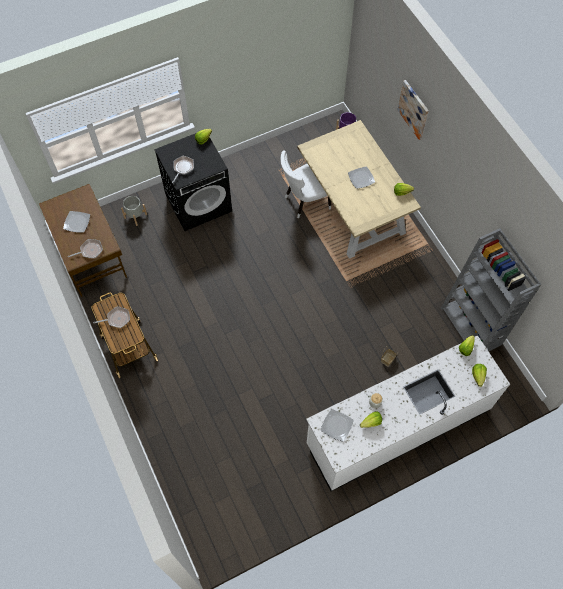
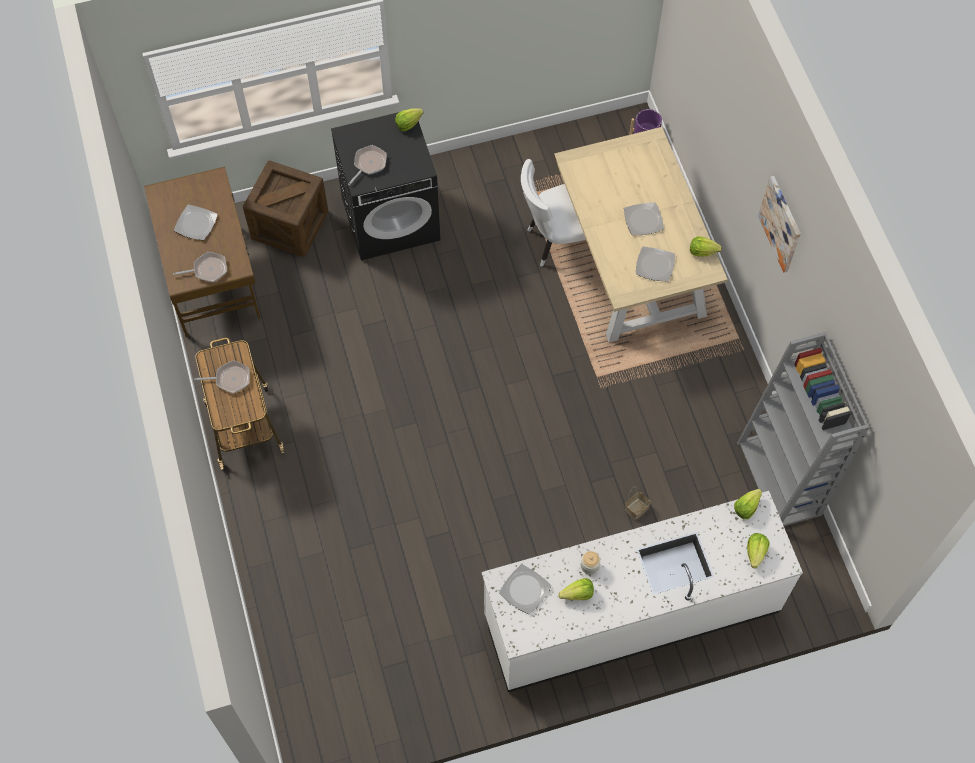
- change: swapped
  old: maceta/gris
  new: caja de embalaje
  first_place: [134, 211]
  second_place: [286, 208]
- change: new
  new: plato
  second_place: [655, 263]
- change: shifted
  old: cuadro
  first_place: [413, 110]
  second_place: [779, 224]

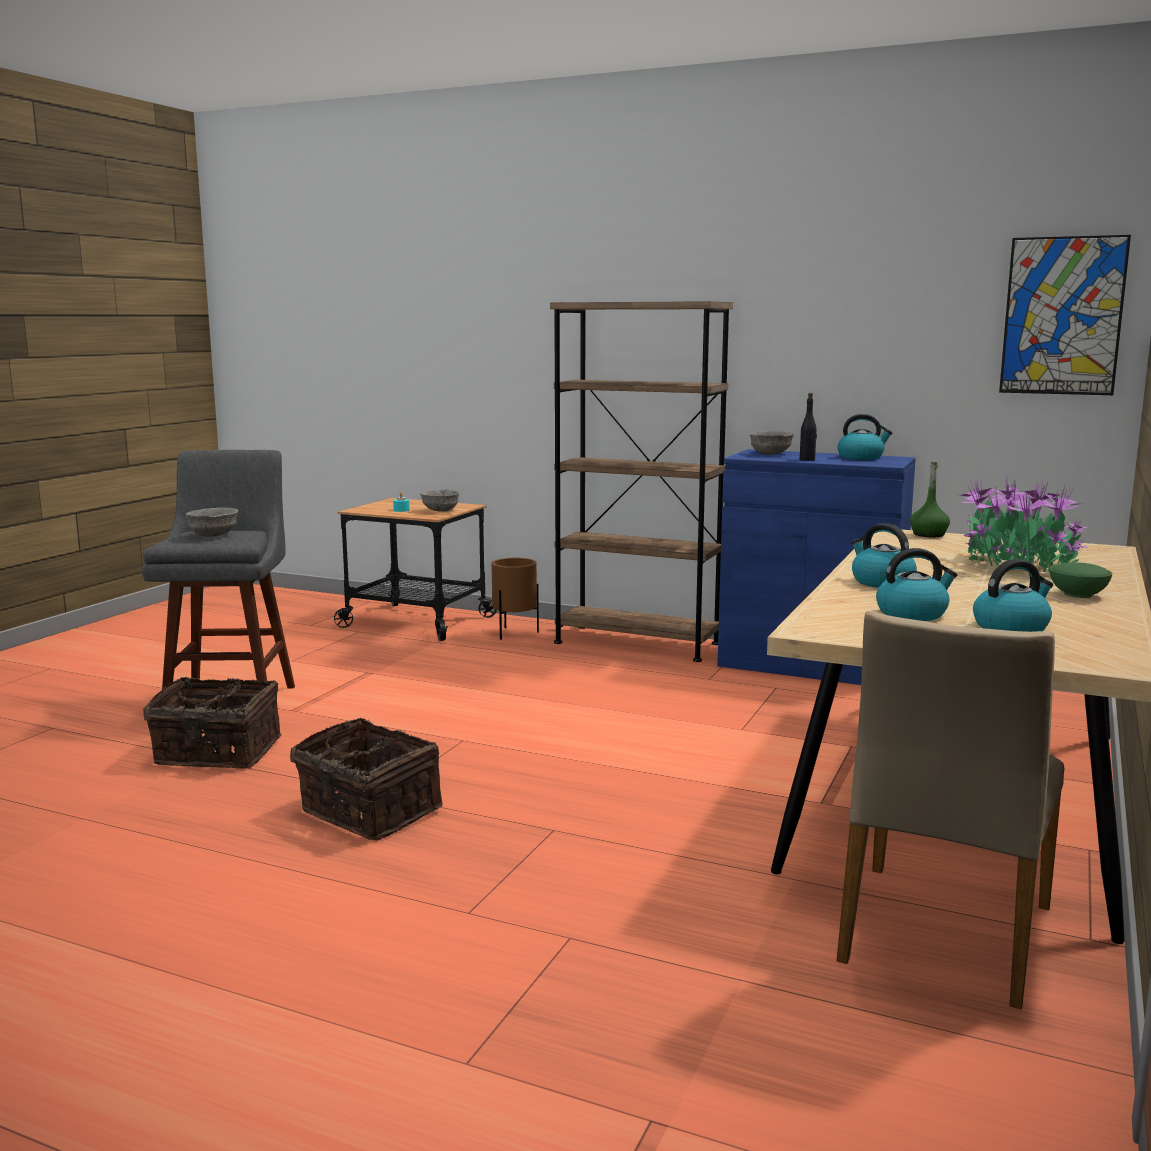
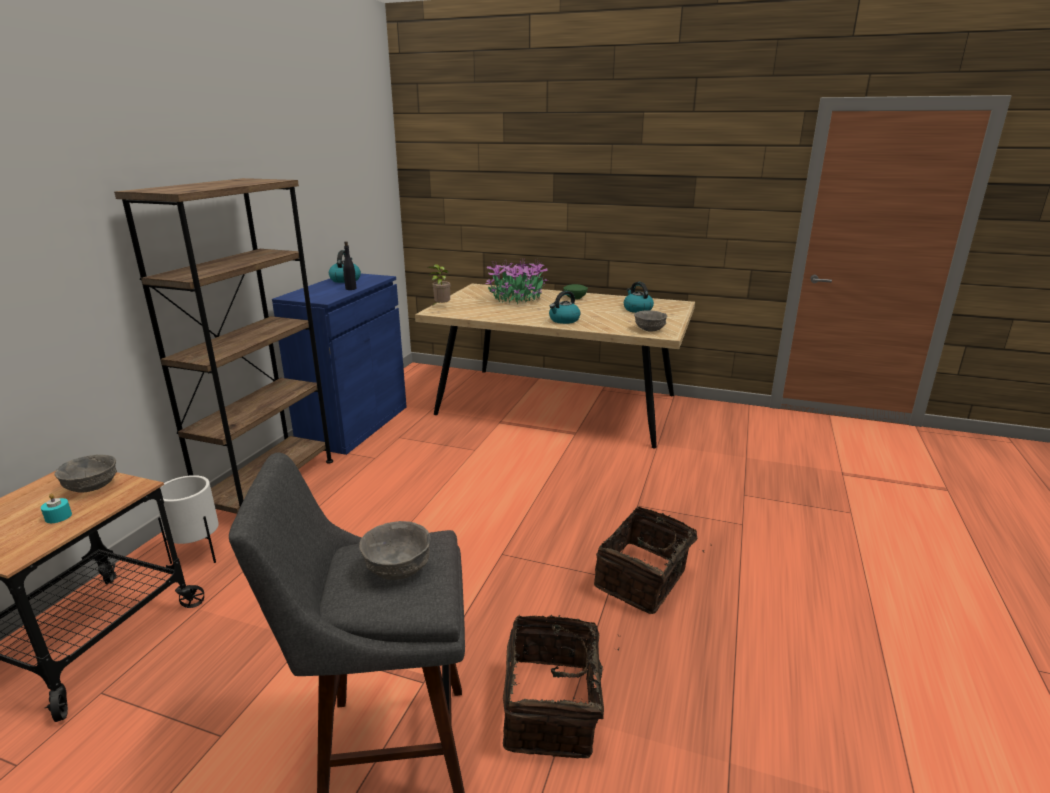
- change: repainted
  old: maceta/marrón
  new: maceta/blanco
  first_place: [515, 599]
  second_place: [187, 519]
- change: swapped
  old: botella/verde
  new: planta en maceta
  first_place: [930, 499]
  second_place: [439, 285]
- change: shifted
  old: cuenco/gris
  first_place: [772, 443]
  second_place: [650, 321]
- change: gone
  old: silla/beis
  first_place: [950, 810]
- change: gone
  old: hervidor
  first_place: [916, 584]
- change: gone
  old: cuadro
  first_place: [1065, 315]

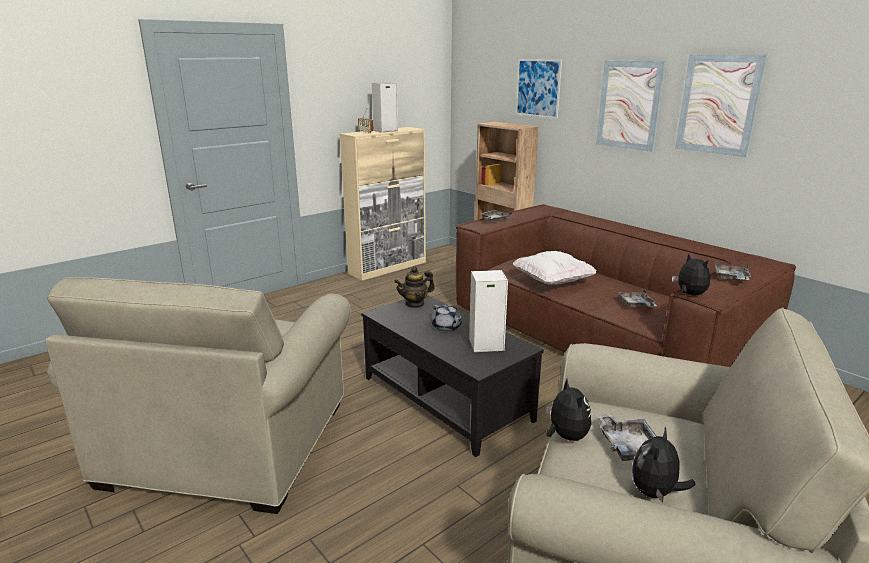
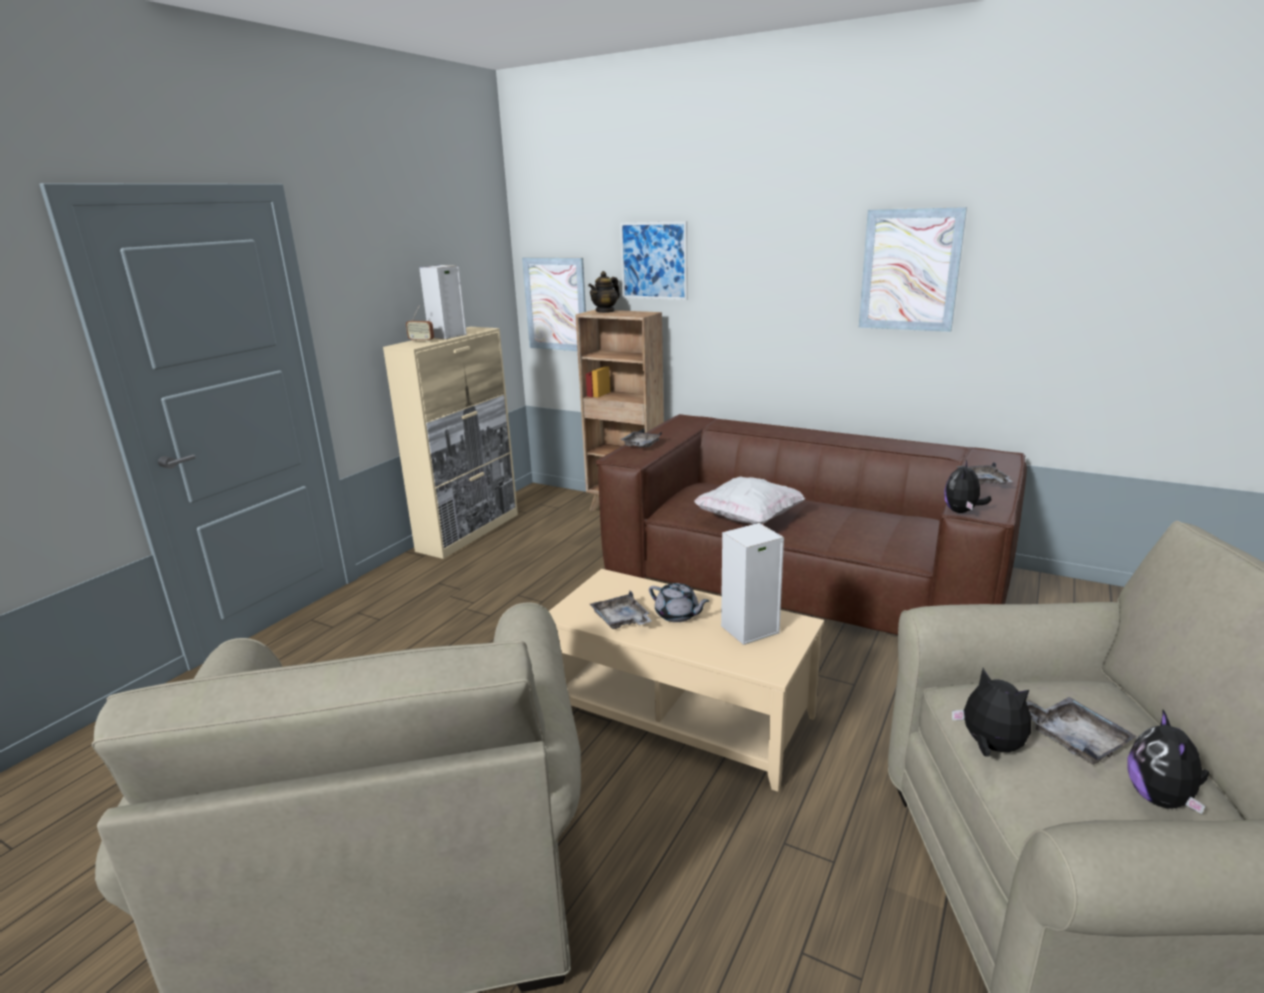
- change: shifted
  old: cuadro
  first_place: [631, 106]
  second_place: [554, 304]
- change: repainted
  old: mesa de centro/negro
  new: mesa de centro/beis
  first_place: [452, 376]
  second_place: [686, 680]
- change: shifted
  old: tetera
  first_place: [414, 287]
  second_place: [604, 292]
- change: shifted
  old: bandeja/gris
  first_place: [637, 298]
  second_place: [621, 610]
- change: rotated
  old: peluche
  first_place: [691, 275]
  second_place: [967, 486]
  degrees: -105

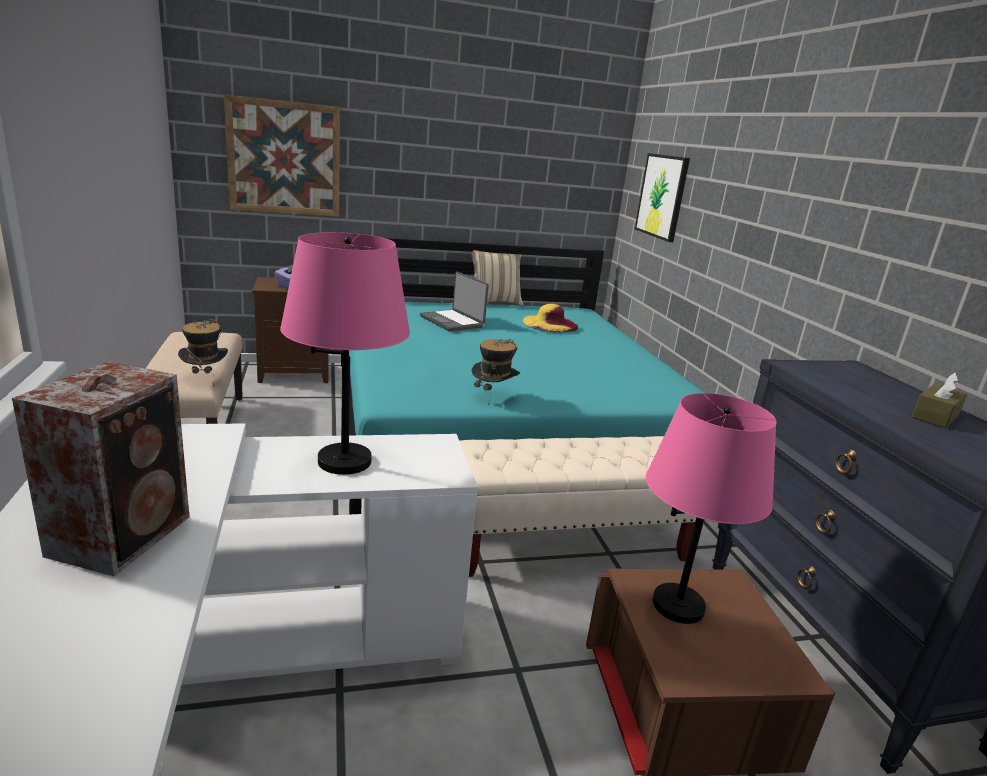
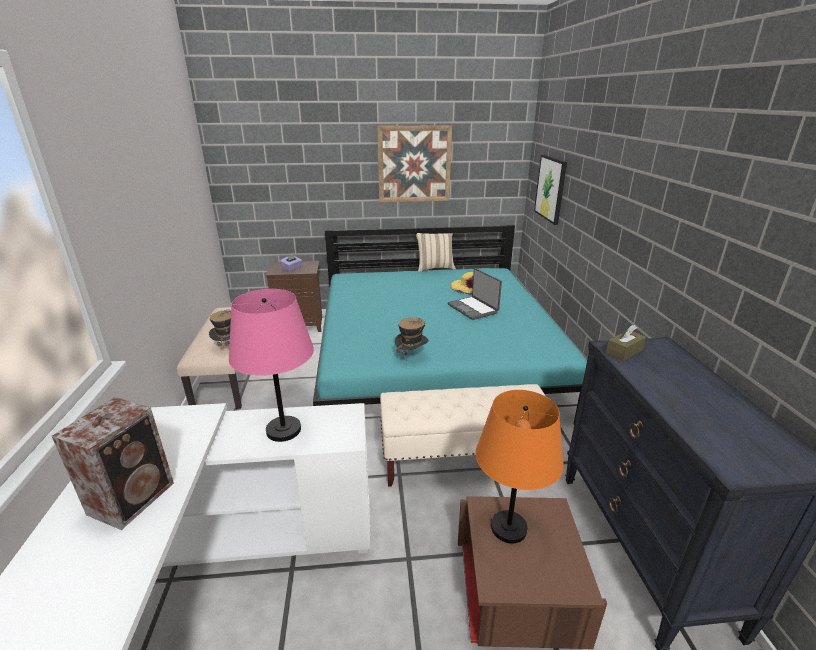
- change: shifted
  old: cuadro
  first_place: [282, 155]
  second_place: [414, 163]
- change: shifted
  old: portátil
  first_place: [454, 301]
  second_place: [475, 294]
- change: repainted
  old: lámpara de mesa/rosa
  new: lámpara de mesa/naranja
  first_place: [711, 508]
  second_place: [519, 467]
- change: shifted
  old: caja de pañuelos/marrón
  first_place: [939, 400]
  second_place: [626, 343]

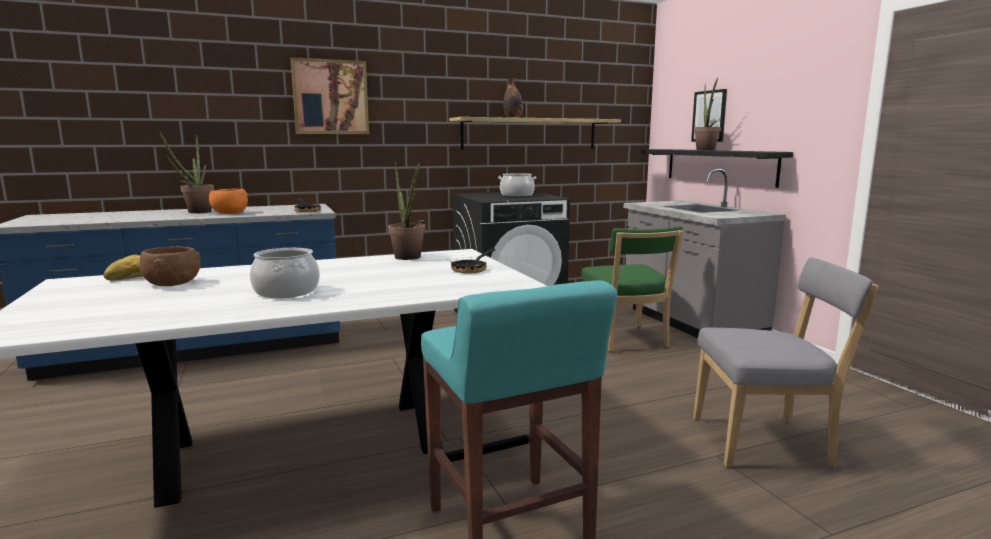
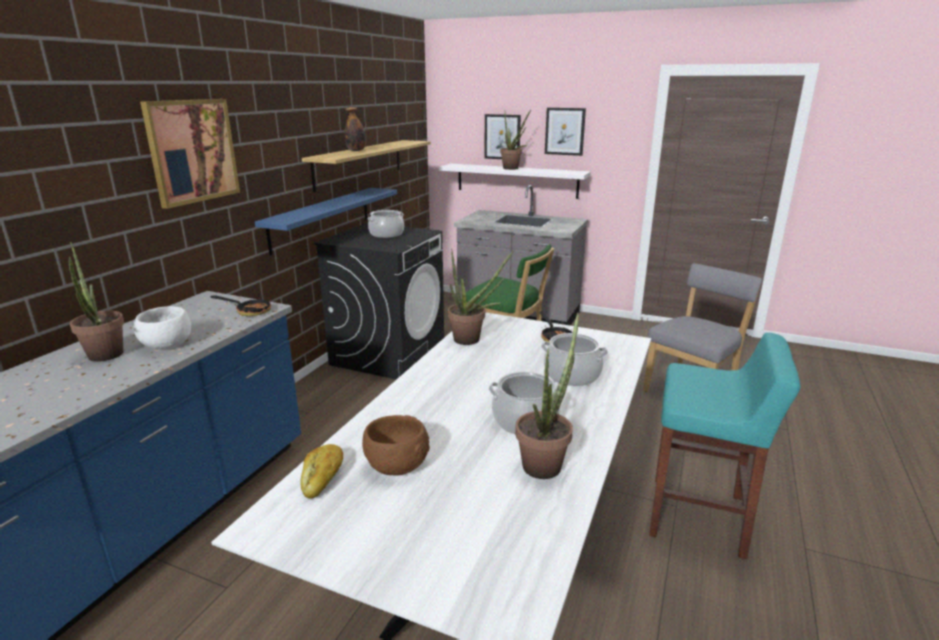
- change: repainted
  old: cuenco/naranja
  new: cuenco/blanco
  first_place: [228, 201]
  second_place: [161, 327]
- change: new
  new: estante/azul
  second_place: [326, 222]
- change: repainted
  old: estante/negro
  new: estante/blanco
  first_place: [717, 168]
  second_place: [515, 181]
- change: new
  new: planta en maceta
  second_place: [547, 395]
- change: new
  new: olla
  second_place: [574, 359]
- change: new
  new: cuadro
  second_place: [565, 132]

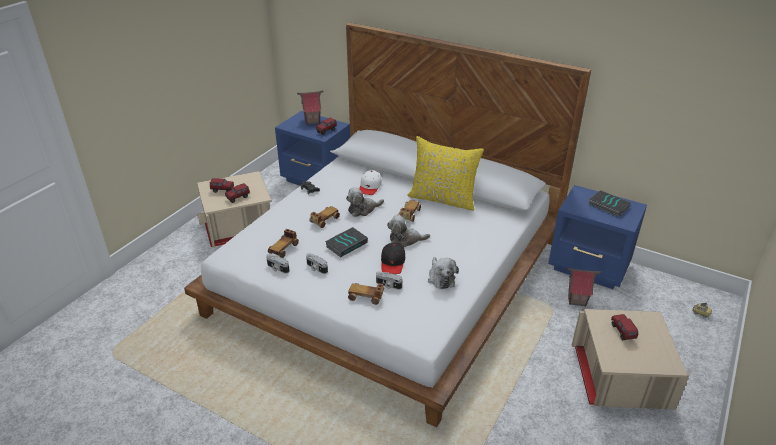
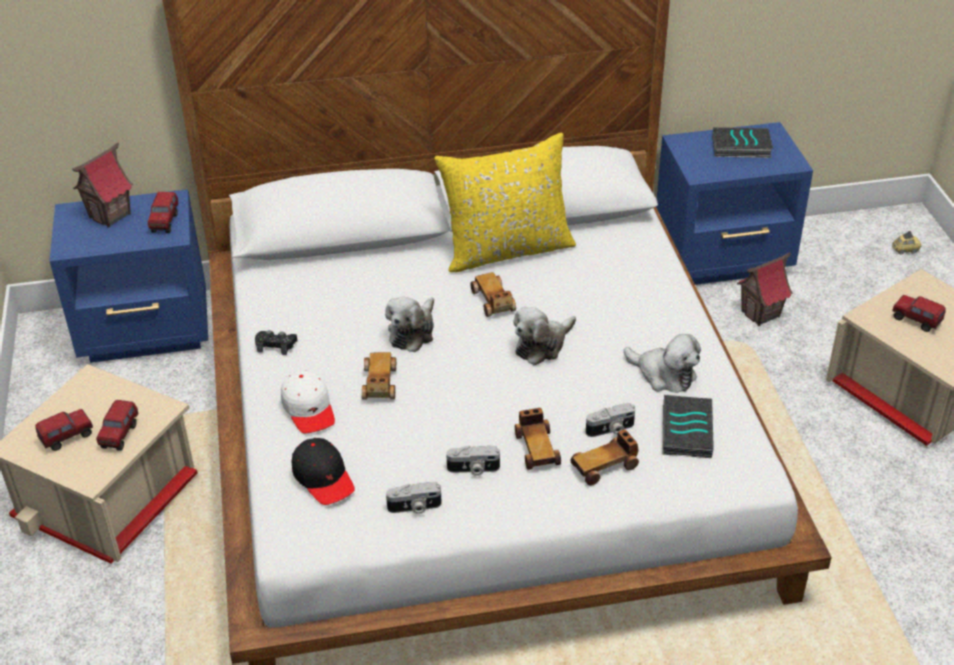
- change: shifted
  old: gorra/blanco
  first_place: [370, 182]
  second_place: [308, 402]
- change: shifted
  old: gorra/negro
  first_place: [393, 258]
  second_place: [323, 471]
- change: shifted
  old: coche de juguete
  first_place: [283, 243]
  second_place: [538, 439]
- change: shifted
  old: libro
  first_place: [346, 242]
  second_place: [688, 426]

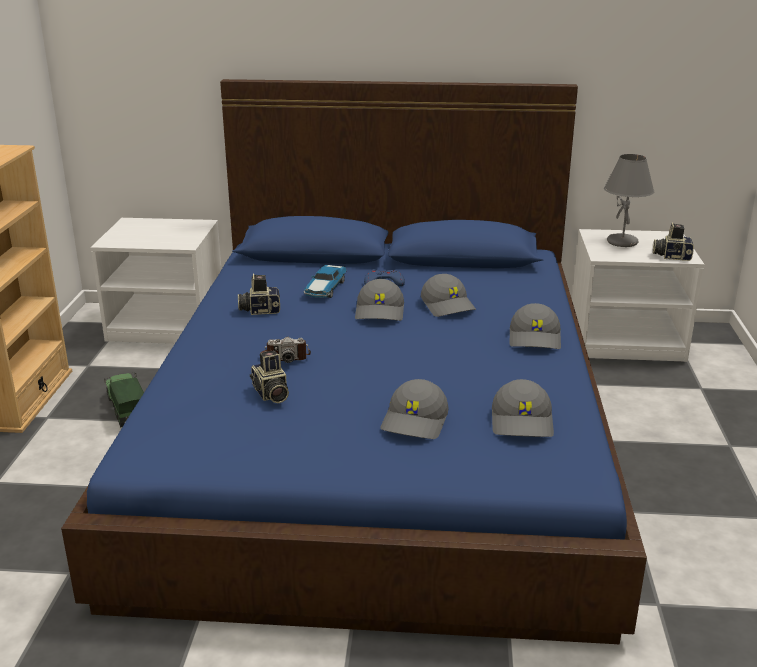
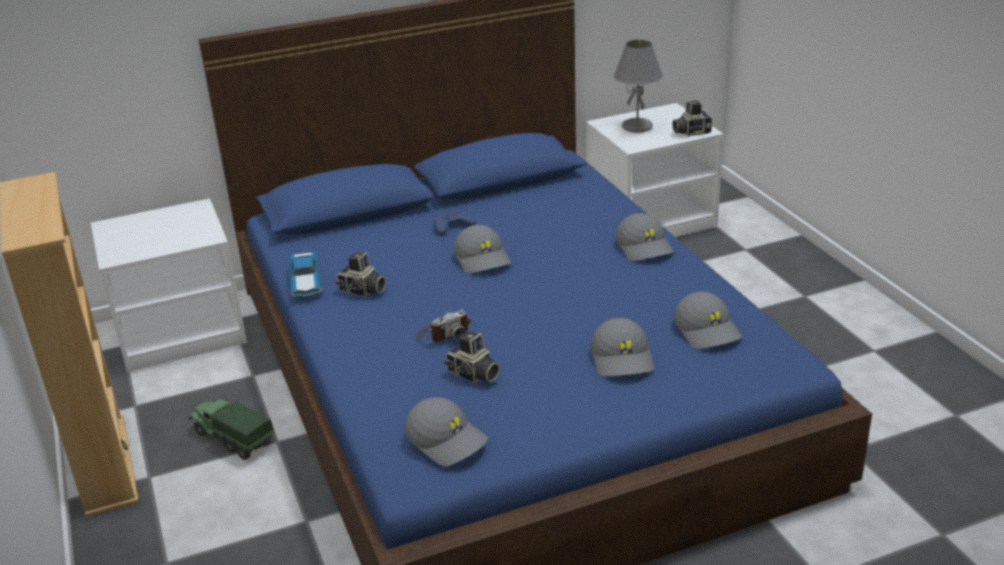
- change: shifted
  old: coche de juguete
  first_place: [325, 281]
  second_place: [305, 275]
- change: rotated
  old: cámara
  first_place: [259, 294]
  second_place: [361, 274]
  degrees: -120
- change: shifted
  old: gorra/gris
  first_place: [448, 295]
  second_place: [446, 431]

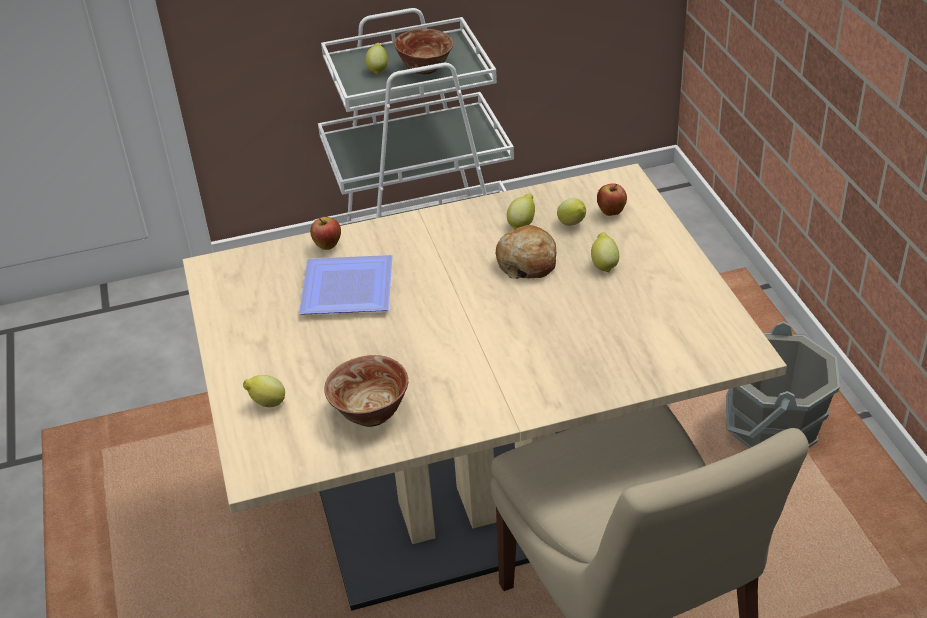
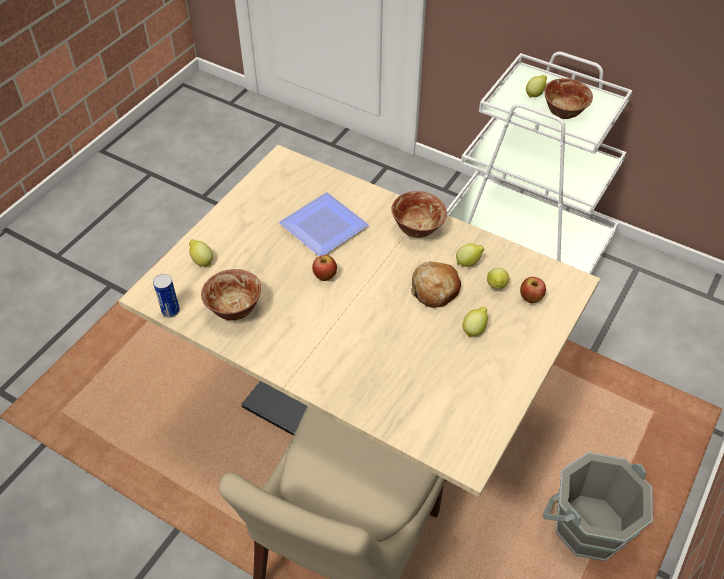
- change: new
  new: lata
  second_place: [166, 296]
- change: shifted
  old: manzana
  first_place: [325, 233]
  second_place: [324, 268]
- change: new
  new: cuenco
  second_place: [419, 214]

